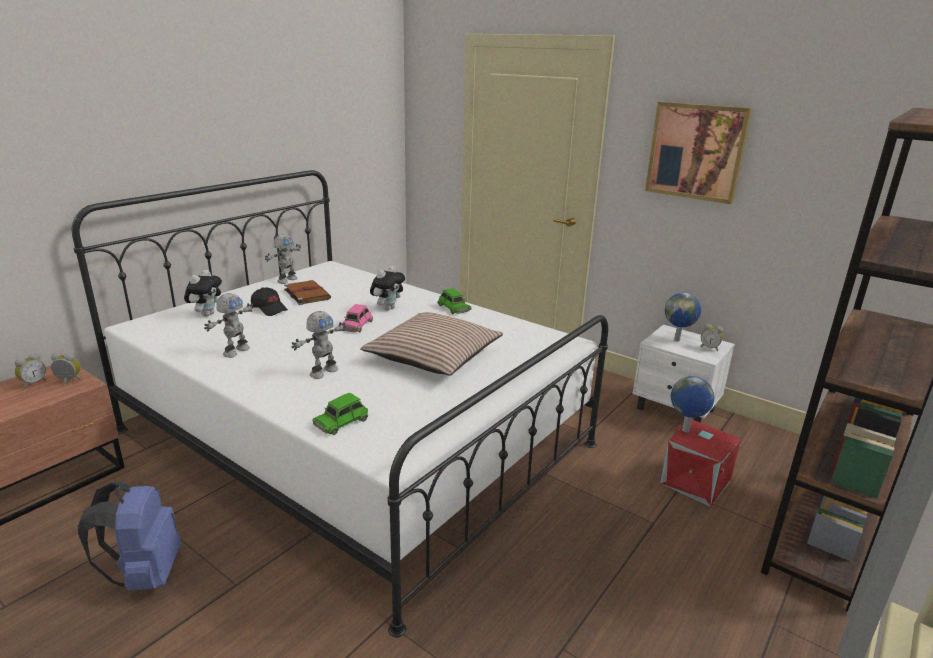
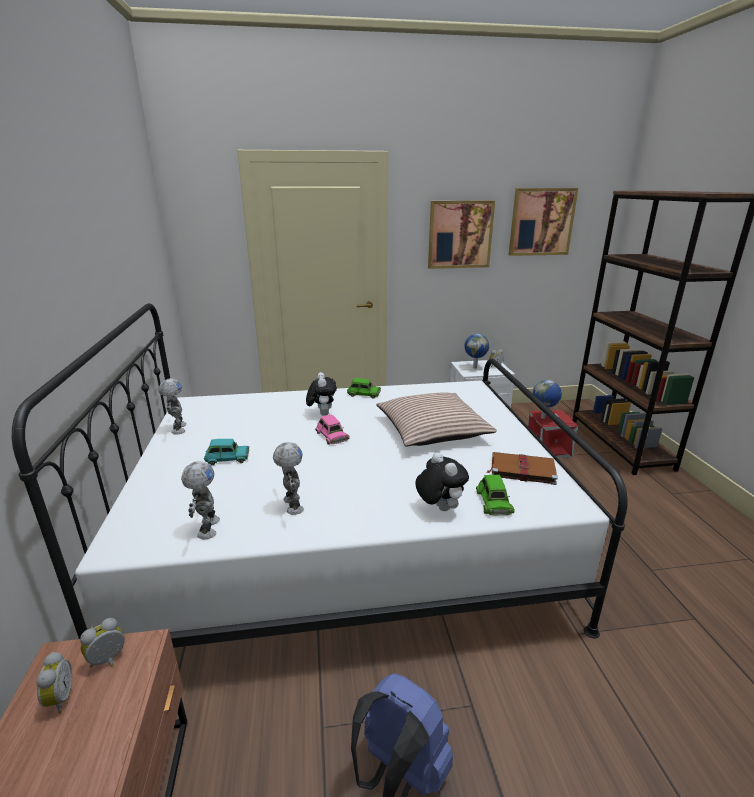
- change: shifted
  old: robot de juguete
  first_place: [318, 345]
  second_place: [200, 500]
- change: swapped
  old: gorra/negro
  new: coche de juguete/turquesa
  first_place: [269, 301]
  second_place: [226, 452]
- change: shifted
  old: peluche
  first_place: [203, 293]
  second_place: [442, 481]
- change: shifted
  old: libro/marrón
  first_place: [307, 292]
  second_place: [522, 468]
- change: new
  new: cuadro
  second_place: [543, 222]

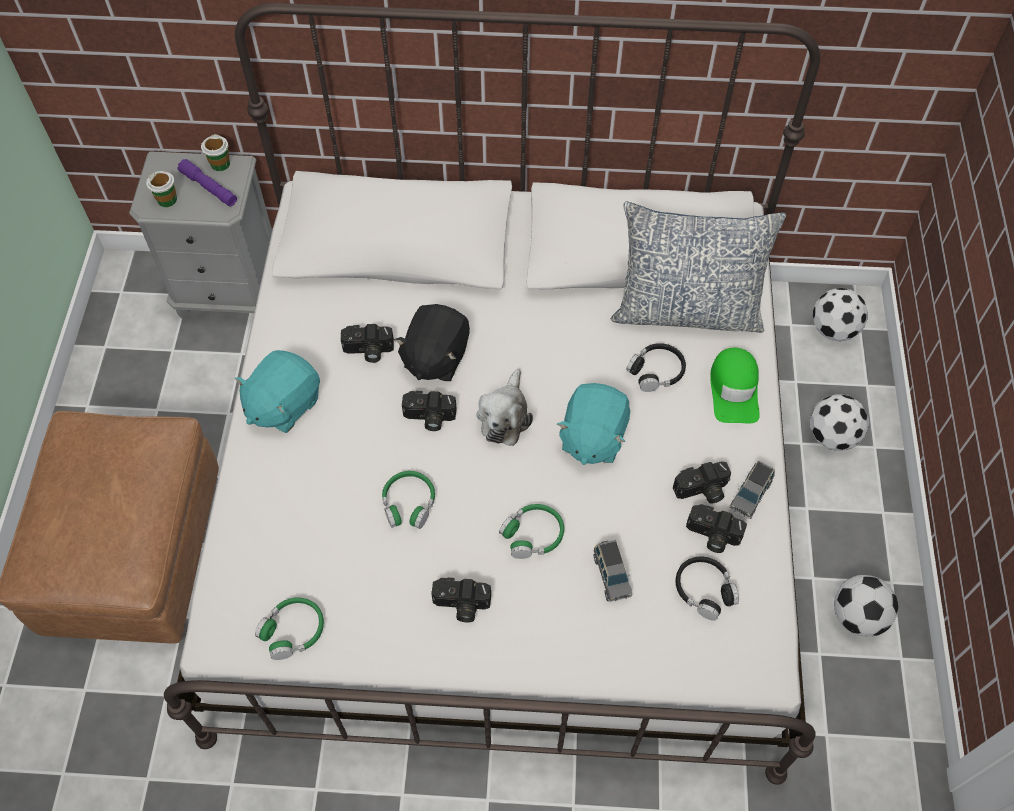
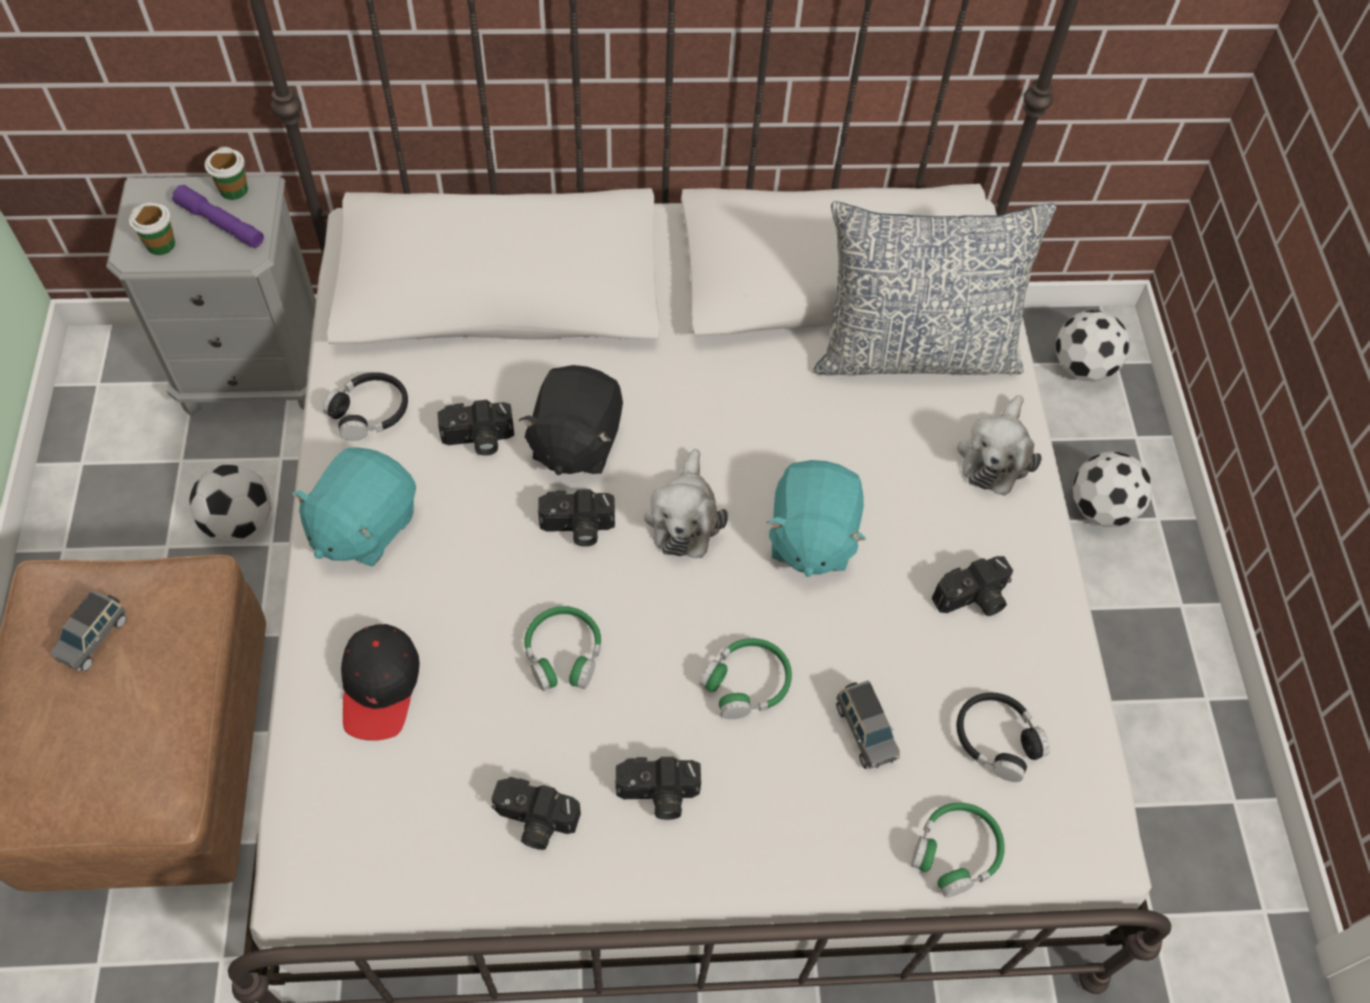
- change: shifted
  old: coche de juguete/gris
  first_place: [752, 490]
  second_place: [89, 630]
- change: shifted
  old: balón de fútbol
  first_place: [866, 606]
  second_place: [230, 502]
- change: shifted
  old: auriculares/negro
  first_place: [656, 367]
  second_place: [365, 406]
- change: new
  new: gorra/negro
  second_place: [380, 682]
- change: shifted
  old: cámara
  first_place: [716, 528]
  second_place: [536, 813]
- change: shifted
  old: auriculares/verde
  first_place: [289, 628]
  second_place: [958, 850]
- change: swapped
  old: gorra/verde
  new: peluche
  first_place: [735, 385]
  second_place: [999, 445]

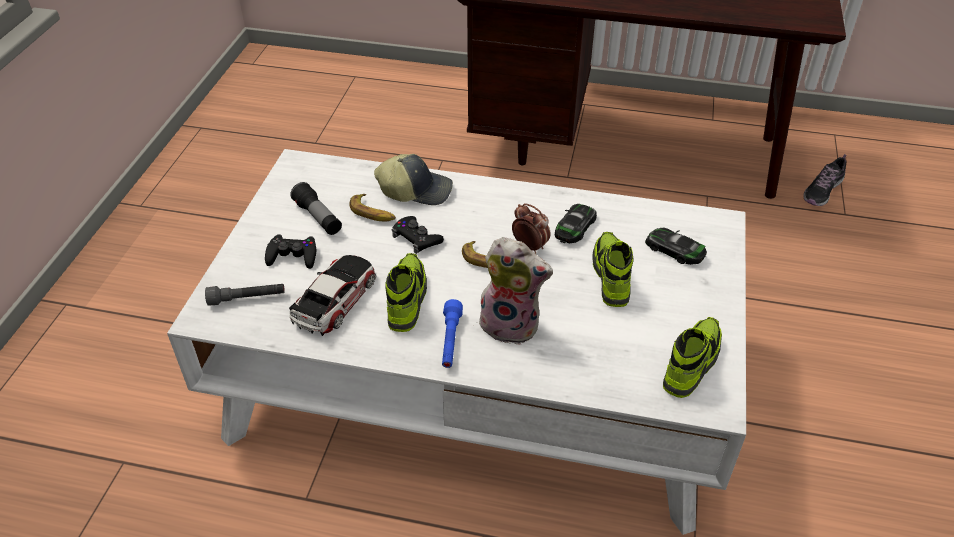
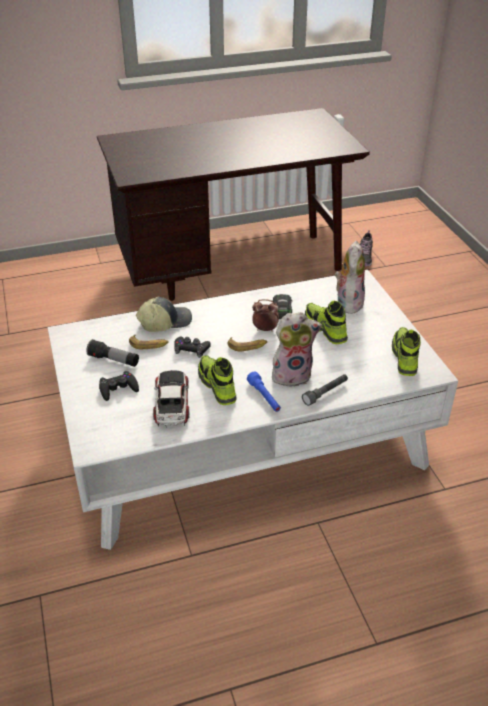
- change: shifted
  old: linterna/gris
  first_place: [245, 295]
  second_place: [325, 390]
- change: swapped
  old: coche de juguete
  new: peluche
  first_place: [676, 246]
  second_place: [350, 277]

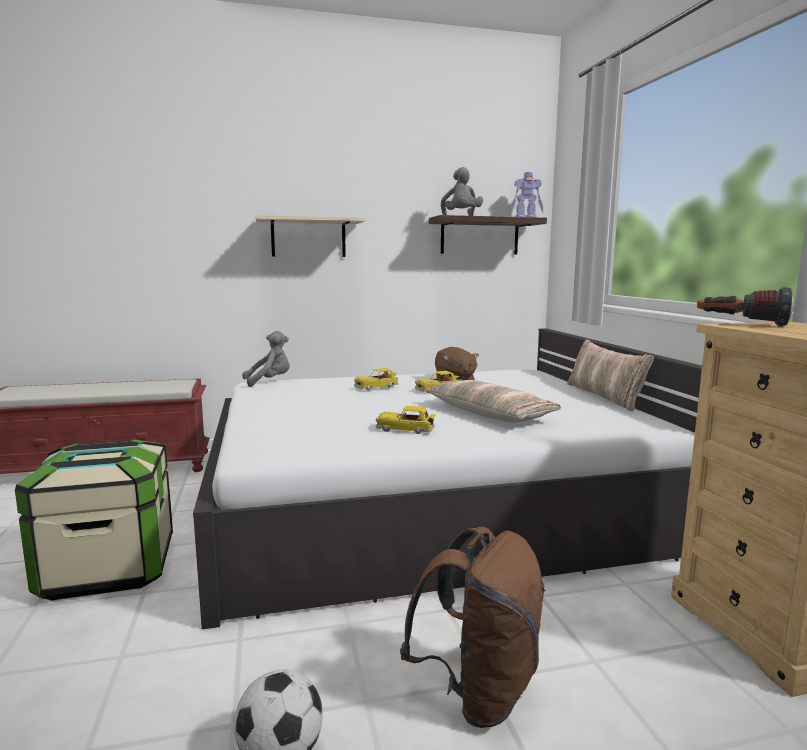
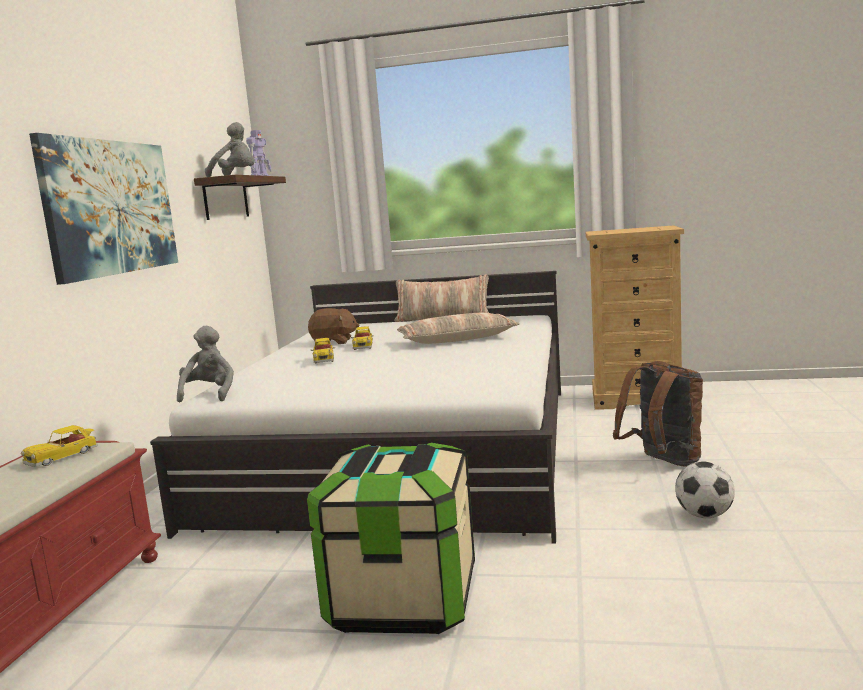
- change: shifted
  old: coche de juguete
  first_place: [406, 420]
  second_place: [59, 446]
- change: swapped
  old: estante/beis
  new: cuadro
  first_place: [310, 236]
  second_place: [103, 209]
- change: gone
  old: linterna
  first_place: [745, 306]

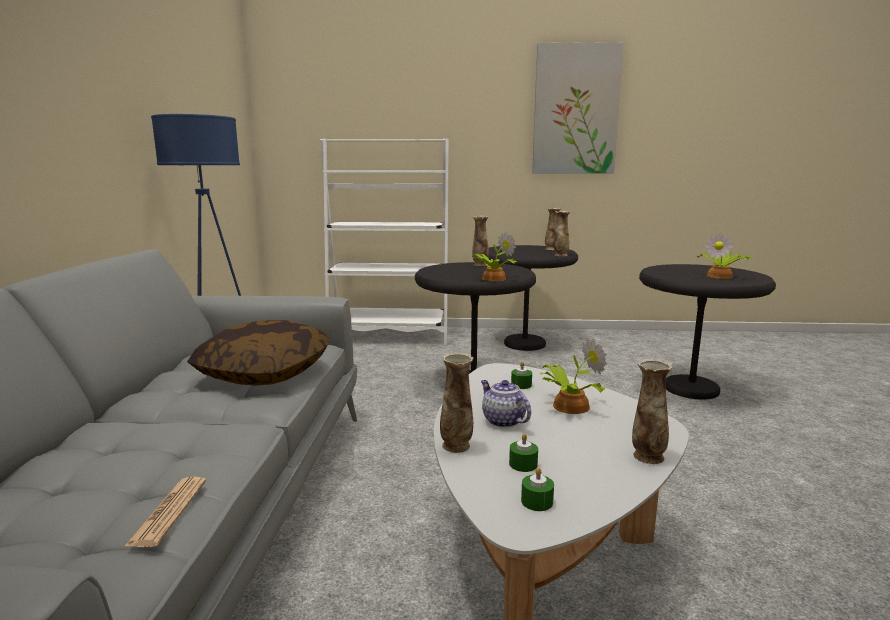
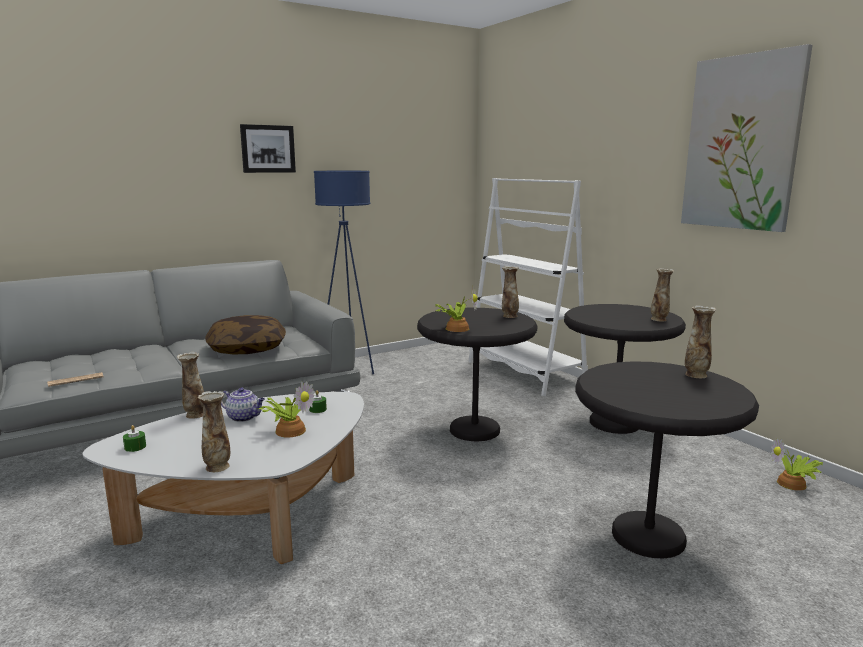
- change: rotated
  old: tetera
  first_place: [506, 404]
  second_place: [243, 405]
  degrees: 90
- change: new
  new: cuadro
  second_place: [268, 148]
- change: shifted
  old: florero
  first_place: [562, 233]
  second_place: [700, 342]
- change: shifted
  old: planta en maceta
  first_place: [725, 256]
  second_place: [797, 464]
- change: gone
  old: vela/verde
  first_place: [523, 453]

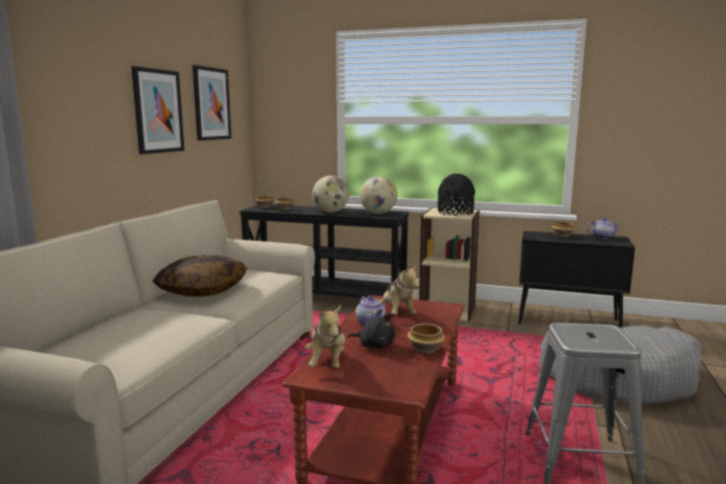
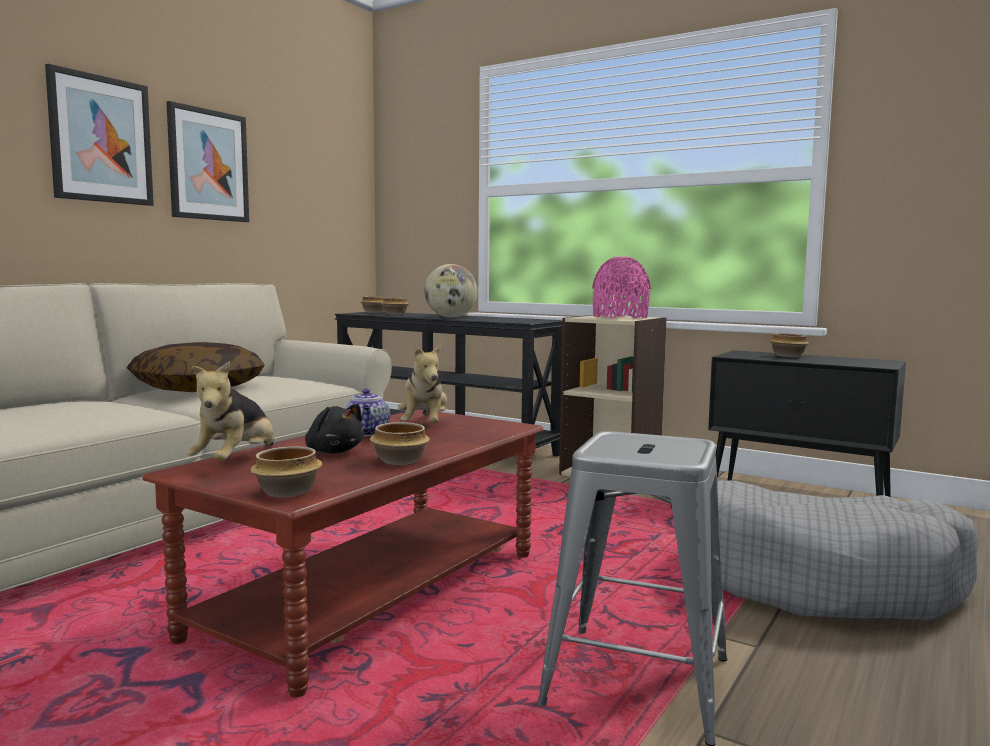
- change: shifted
  old: cuadro
  first_place: [211, 103]
  second_place: [99, 135]
- change: new
  new: cuenco
  second_place: [286, 471]
- change: repainted
  old: florero/negro
  new: florero/rosa
  first_place: [456, 195]
  second_place: [621, 288]
- change: gone
  old: globo terráqueo
  first_place: [378, 195]
- change: gone
  old: tetera
  first_place: [603, 228]

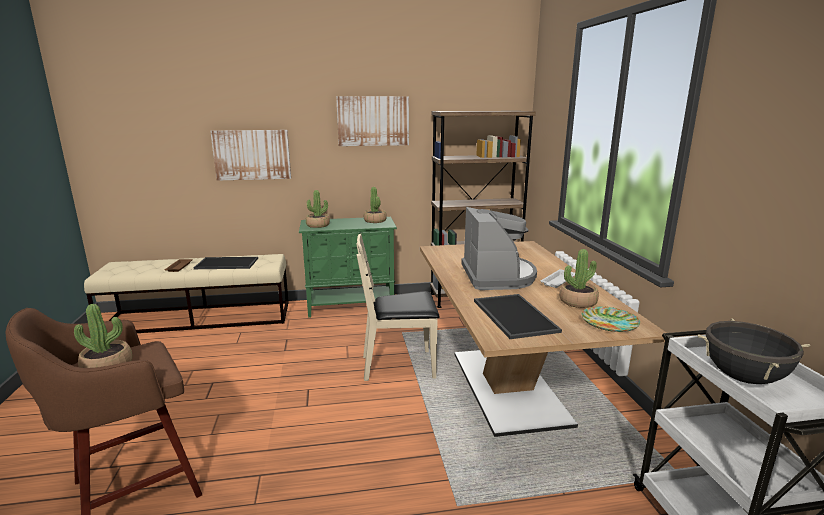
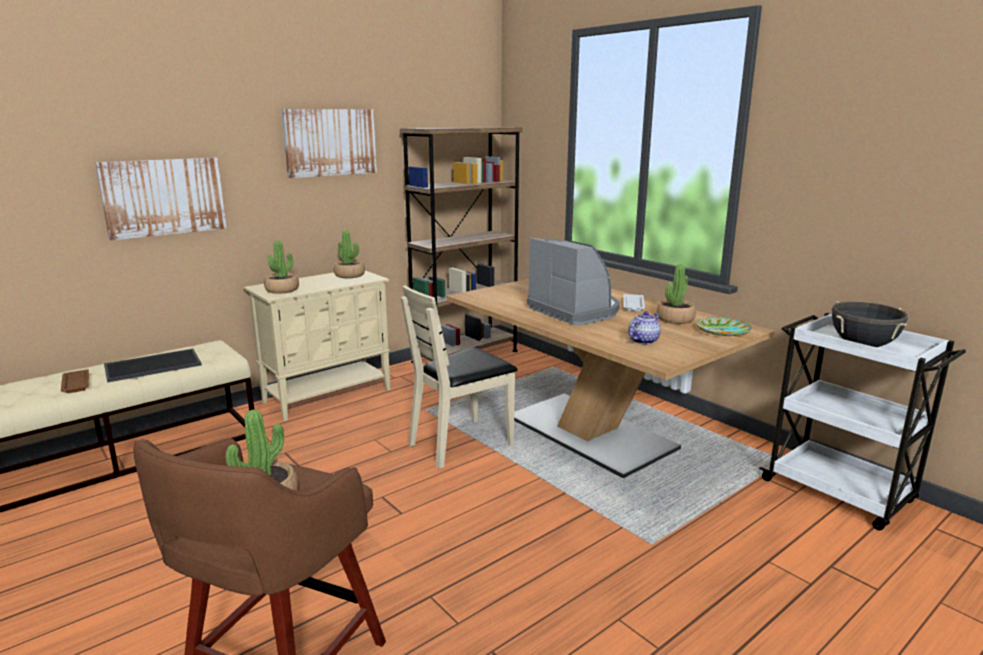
- change: repainted
  old: armario/verde
  new: armario/beis
  first_place: [348, 267]
  second_place: [317, 345]
- change: swapped
  old: bandeja
  new: tetera
  first_place: [518, 316]
  second_place: [644, 327]

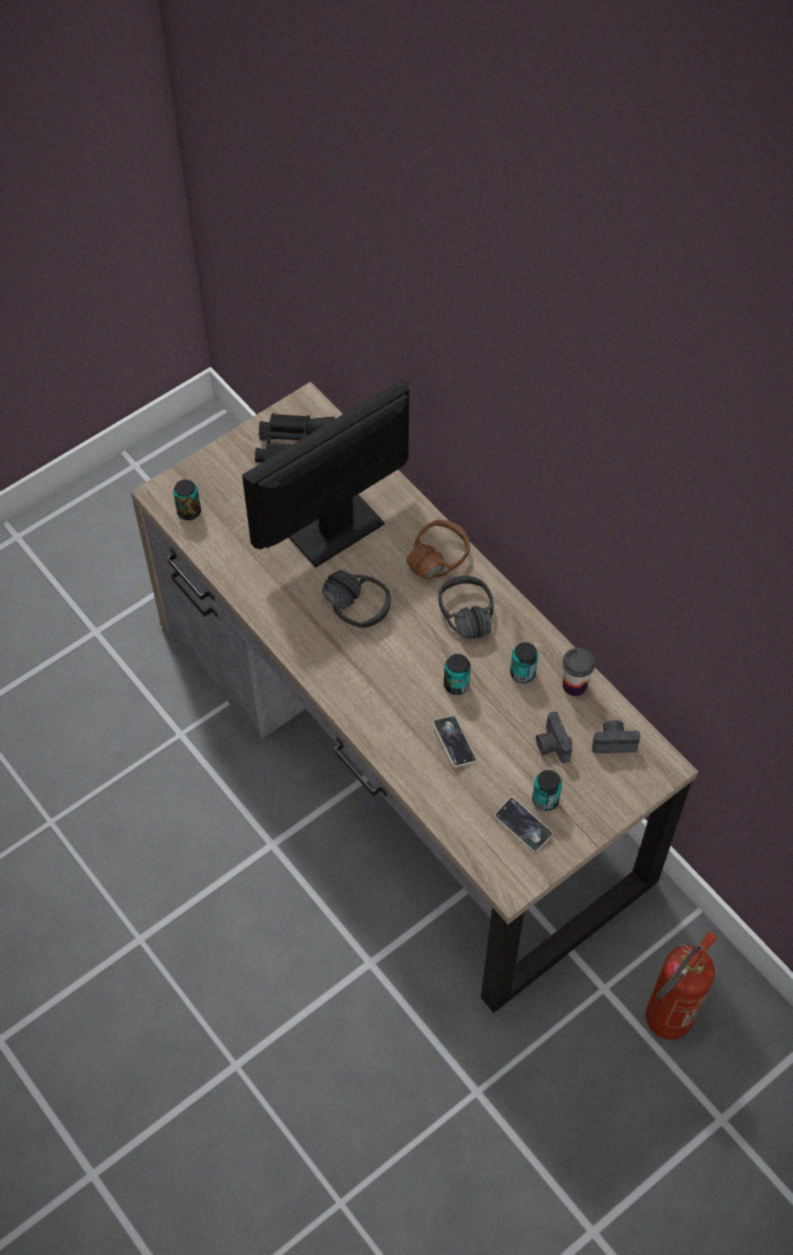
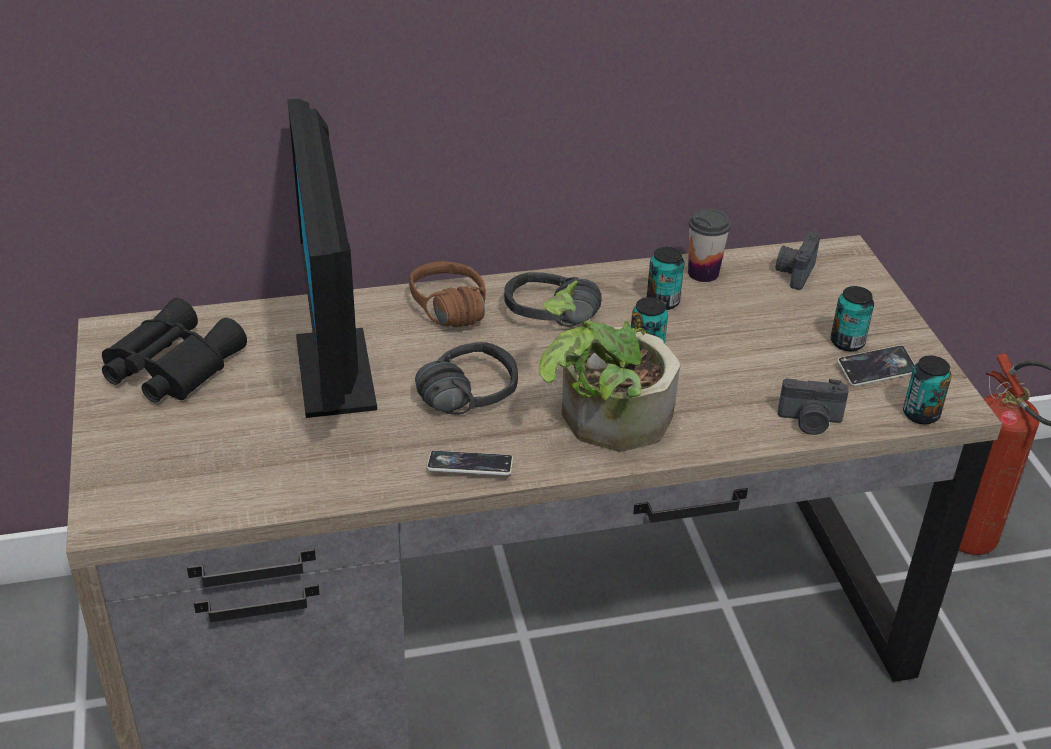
- change: shifted
  old: móvil
  first_place: [454, 741]
  second_place: [470, 463]
- change: new
  new: planta en maceta
  second_place: [609, 366]
- change: shifted
  old: cámara
  first_place: [554, 737]
  second_place: [813, 407]
- change: shifted
  old: lata
  first_place: [187, 499]
  second_place: [927, 390]

